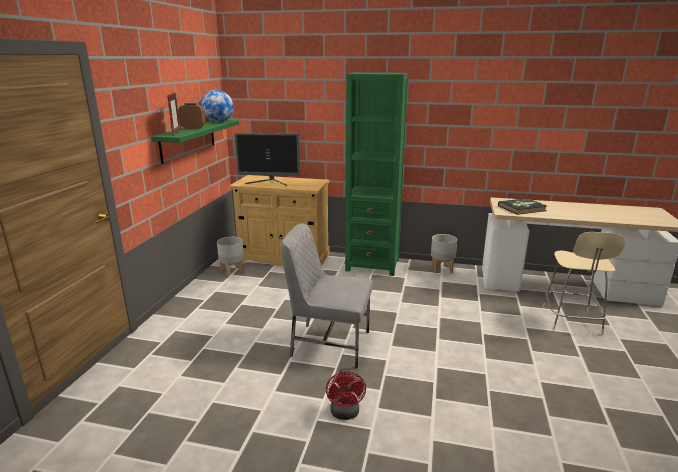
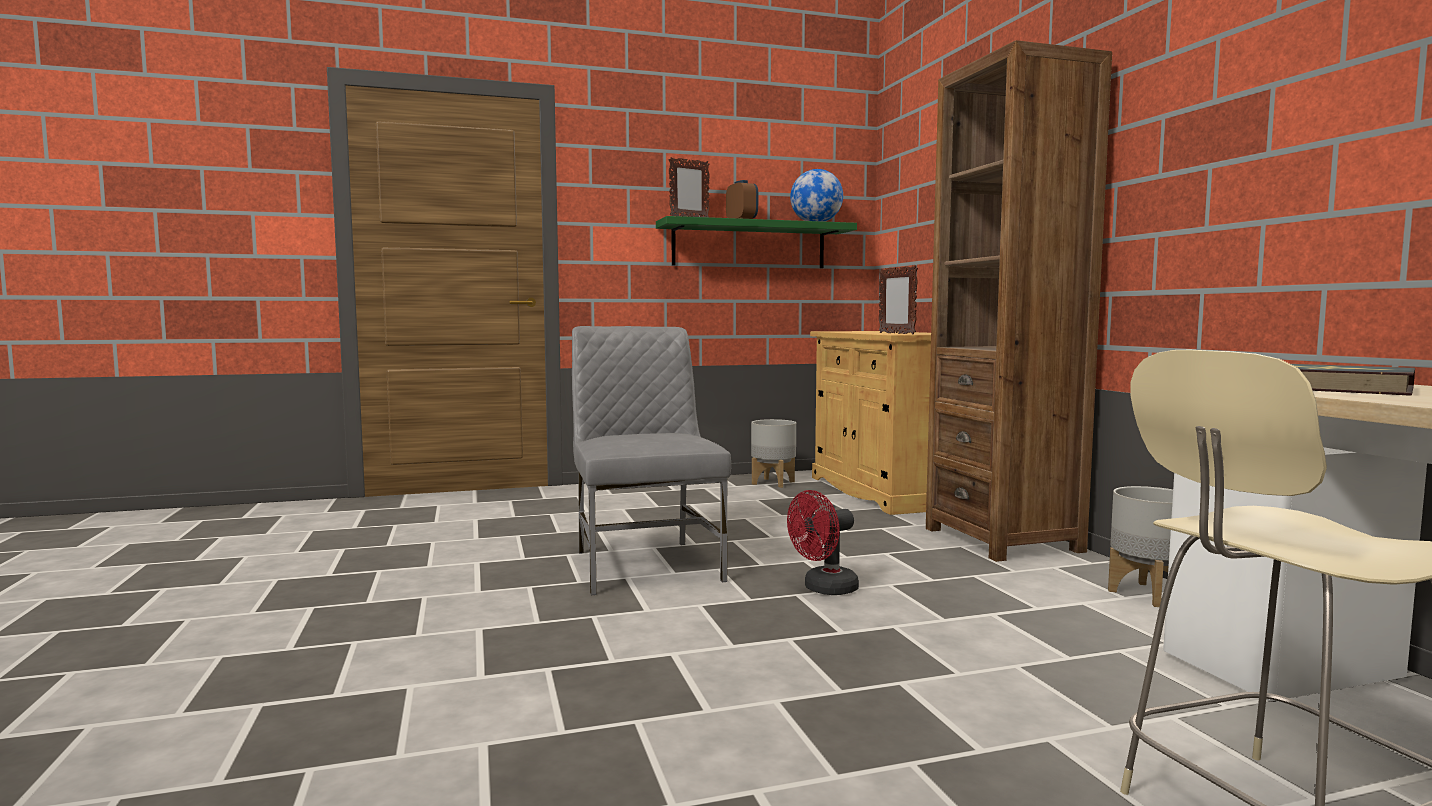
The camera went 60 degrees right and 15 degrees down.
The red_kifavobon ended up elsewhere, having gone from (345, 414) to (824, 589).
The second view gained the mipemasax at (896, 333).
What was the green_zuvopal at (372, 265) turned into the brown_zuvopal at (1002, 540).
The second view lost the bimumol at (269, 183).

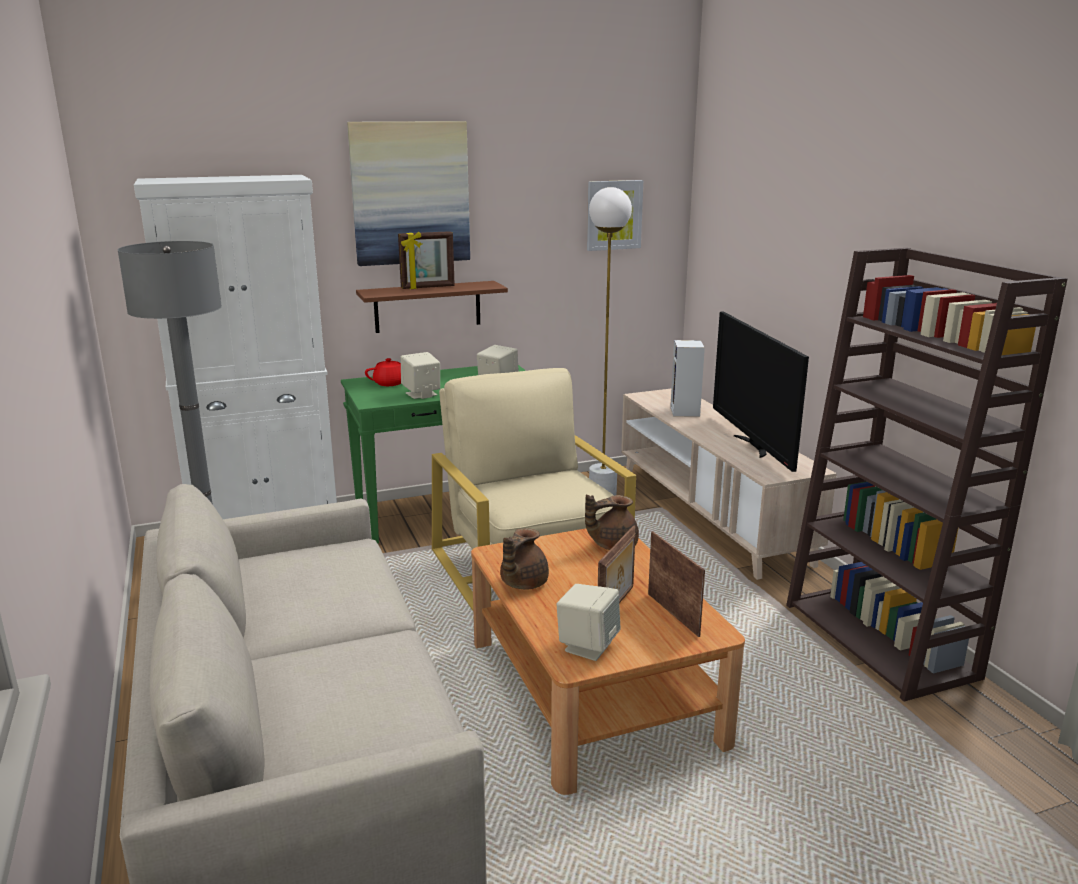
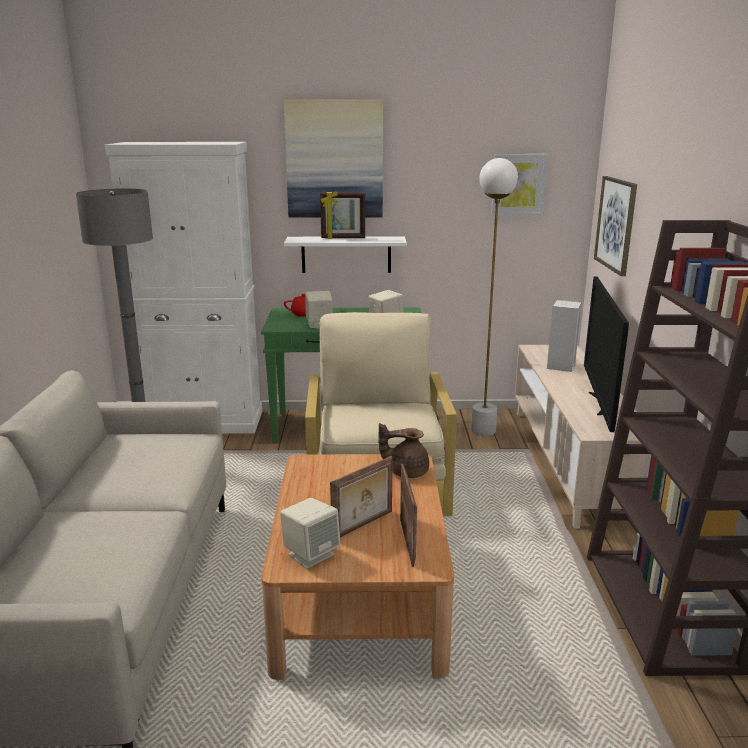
The camera went 20 degrees right and 0 degrees up.
What was the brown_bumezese at (427, 306) turned into the white_bumezese at (346, 254).
The second view gained the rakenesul at (616, 224).
The second view lost the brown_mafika at (522, 583).

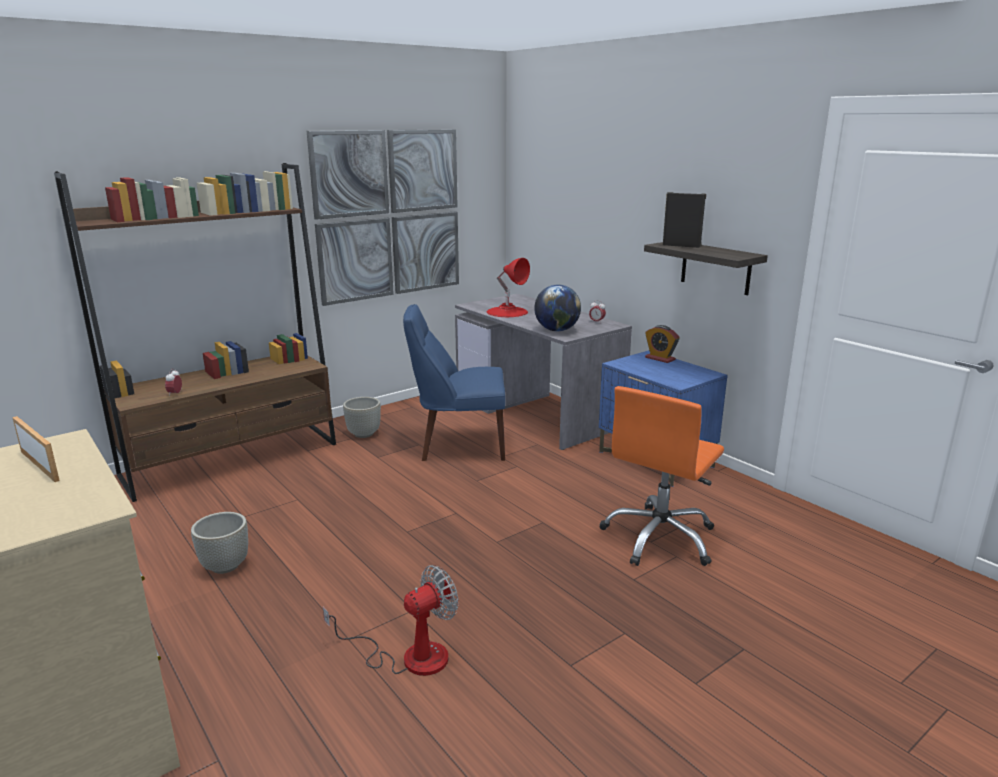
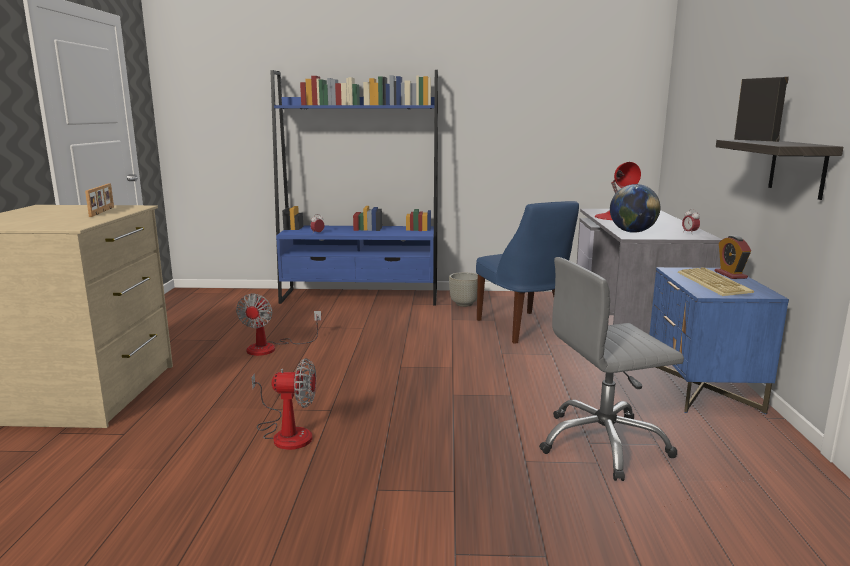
The camera went 40 degrees right and 5 degrees down.
Where the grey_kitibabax stood at (225, 566), the kifavobon came to stand at (271, 348).
What was the brown_zuvopal at (232, 459) turned into the blue_zuvopal at (361, 297).
The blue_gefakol at (458, 446) ended up facing another way, 150 degrees counterclockwise from before.
What was the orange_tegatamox at (660, 538) turned into the grey_tegatamox at (603, 444).
The second view gained the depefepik at (715, 283).
The second view lost the rakenesul at (389, 215).

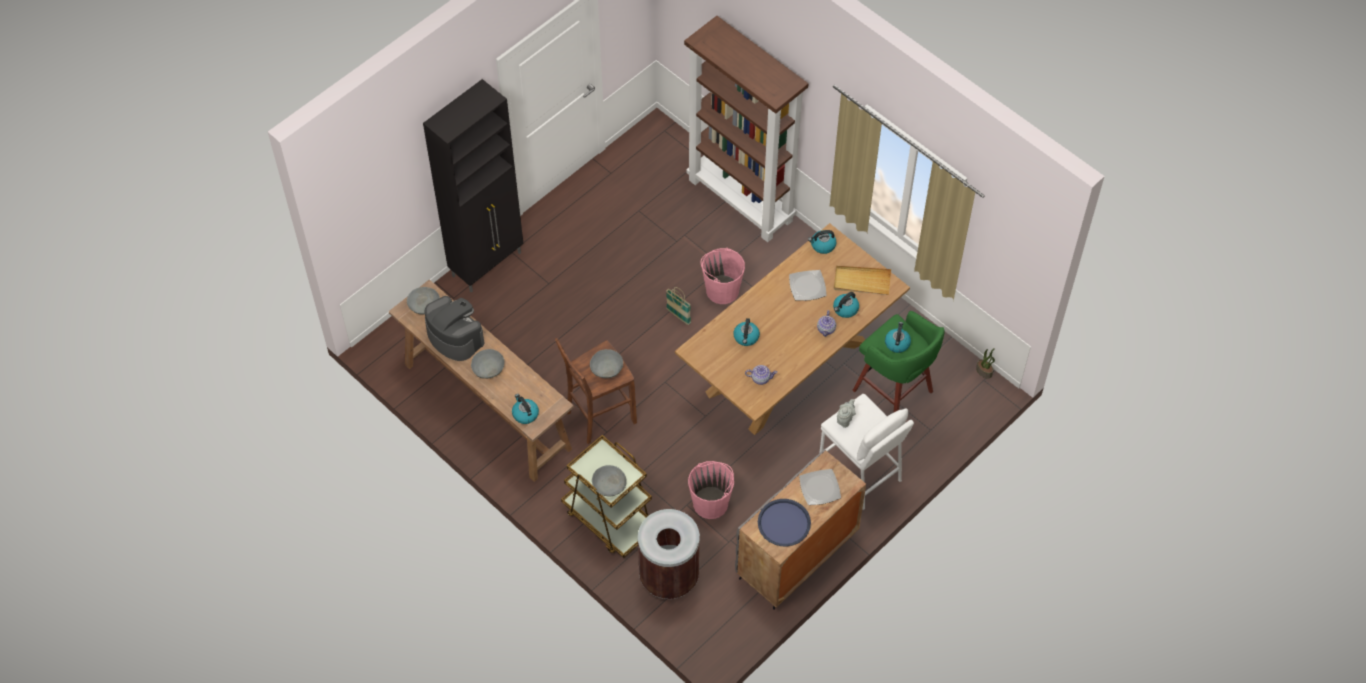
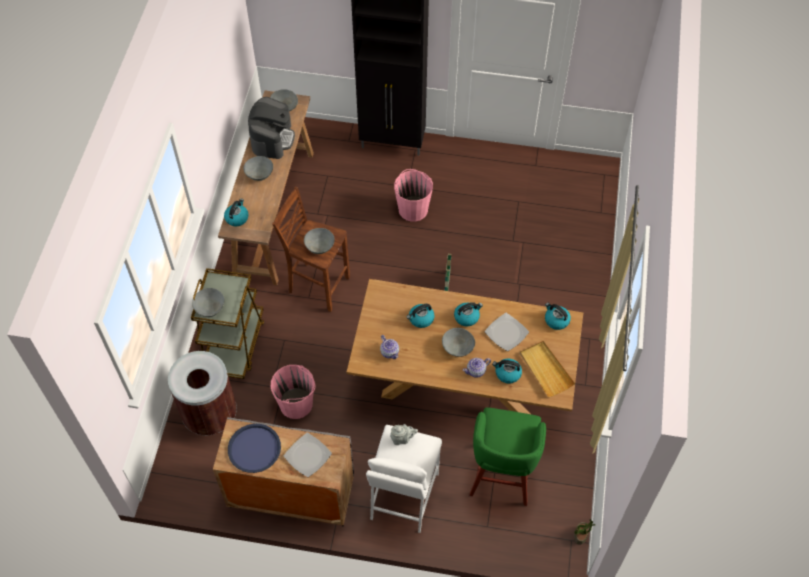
The camera went 55 degrees right and 0 degrees up.
The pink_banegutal ended up elsewhere, having gone from (722, 290) to (413, 209).
The second view gained the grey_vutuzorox at (457, 347).
The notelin ended up elsewhere, having gone from (897, 343) to (467, 317).
The second view lost the brown_zuvopal at (741, 200).

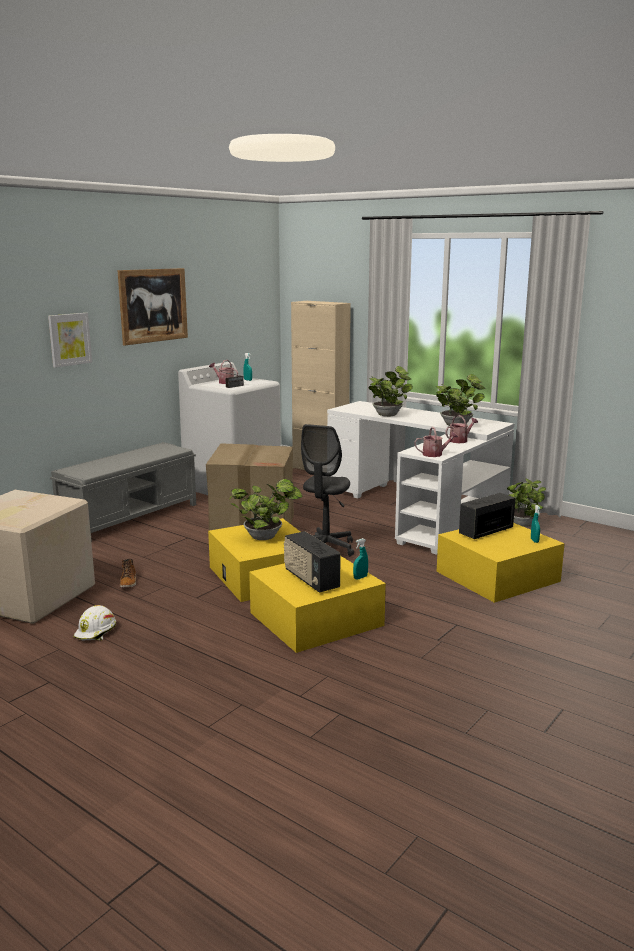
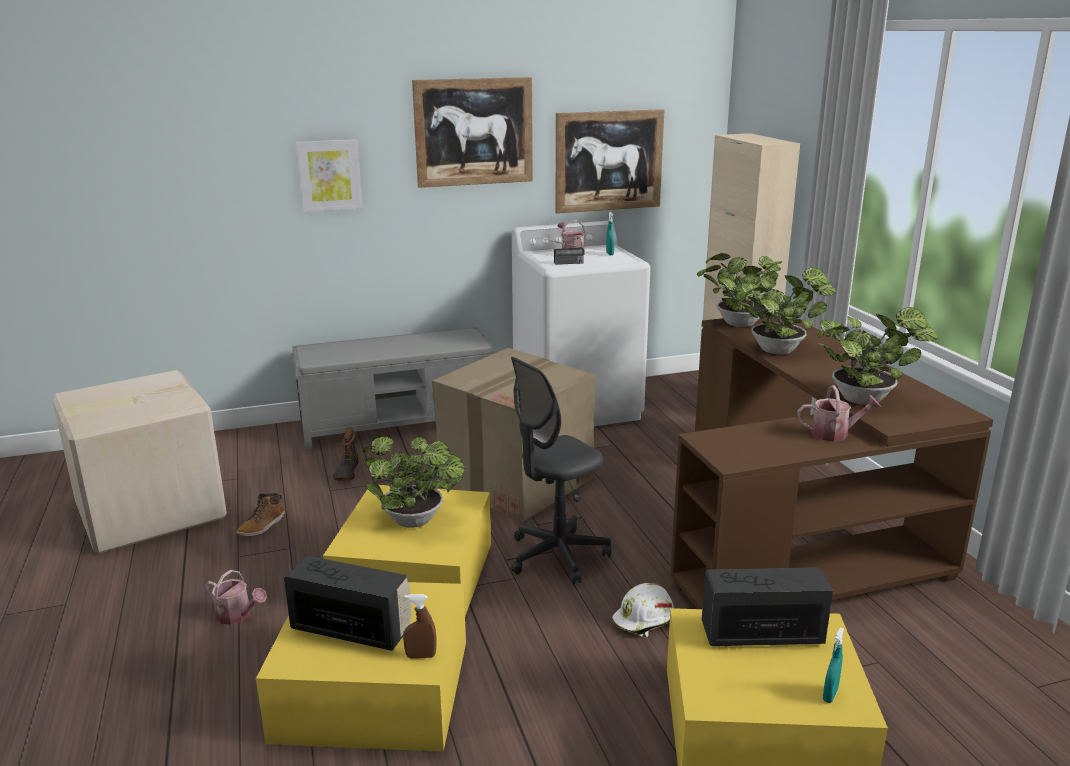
The camera went 35 degrees right and 5 degrees up.
The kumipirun ended up elsewhere, having gone from (435, 454) to (237, 615).
The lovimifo at (310, 580) ended up facing another way, 105 degrees clockwise from before.
The second view gained the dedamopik at (346, 471).
What was the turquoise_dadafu at (360, 577) turned into the brown_dadafu at (421, 656).
The second view gained the rakenesul at (609, 161).
The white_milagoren ended up elsewhere, having gone from (96, 632) to (644, 620).
What was the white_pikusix at (420, 510) turned into the brown_pikusix at (798, 526).
The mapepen ended up elsewhere, having gone from (521, 525) to (736, 324).

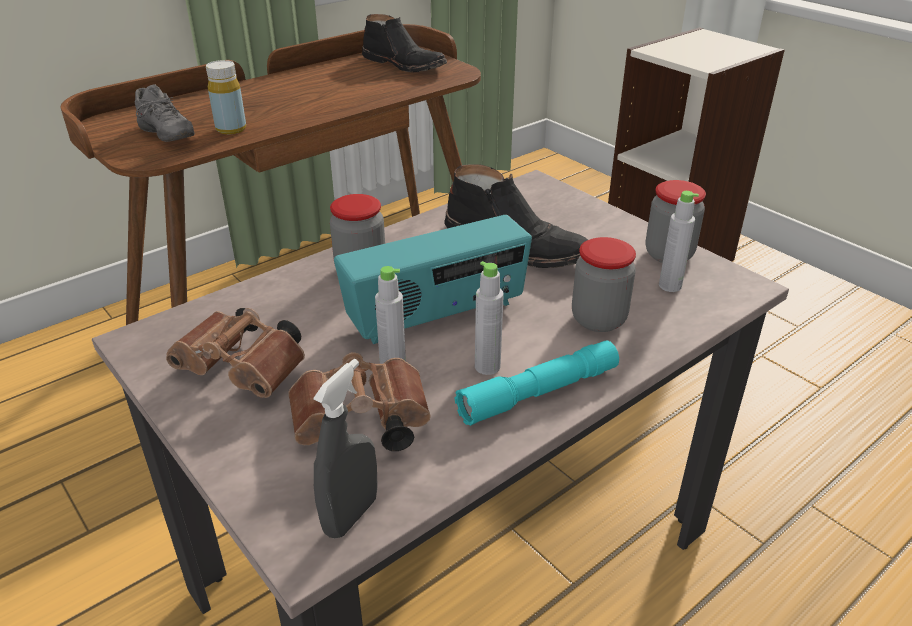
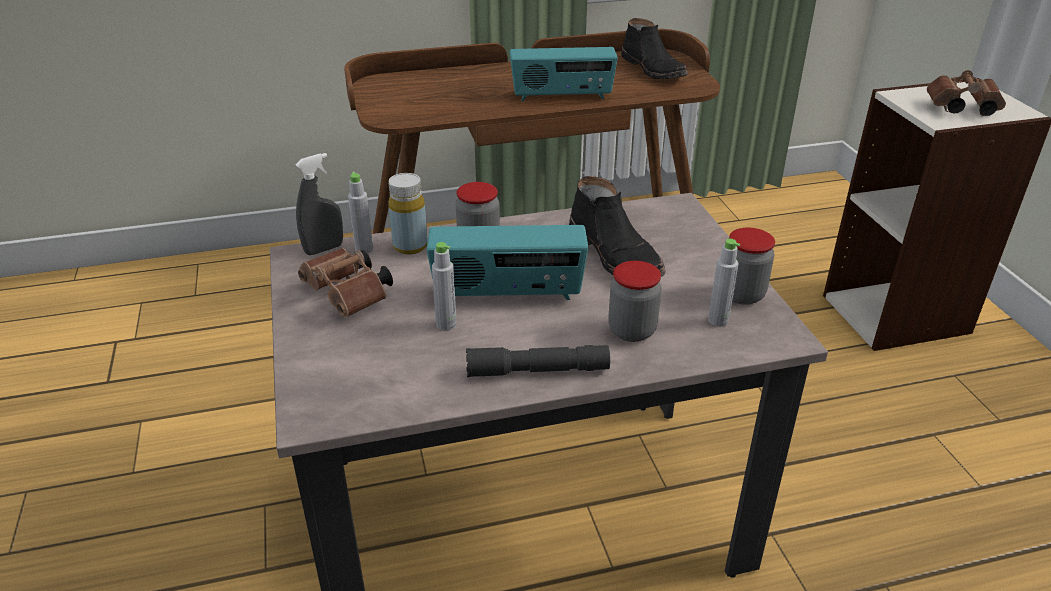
The camera went 25 degrees right and 0 degrees up.
The grey_dadafu ended up elsewhere, having gone from (350, 515) to (324, 249).
The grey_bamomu ended up elsewhere, having gone from (487, 367) to (364, 249).
The yellow_bamomu ended up elsewhere, having gone from (231, 129) to (410, 246).
What was the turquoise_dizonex at (539, 393) turned into the grey_dizonex at (537, 371).
The second view gained the lovimifo at (562, 97).
The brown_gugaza ended up elsewhere, having gone from (357, 428) to (960, 109).
The second view lost the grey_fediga at (164, 136).

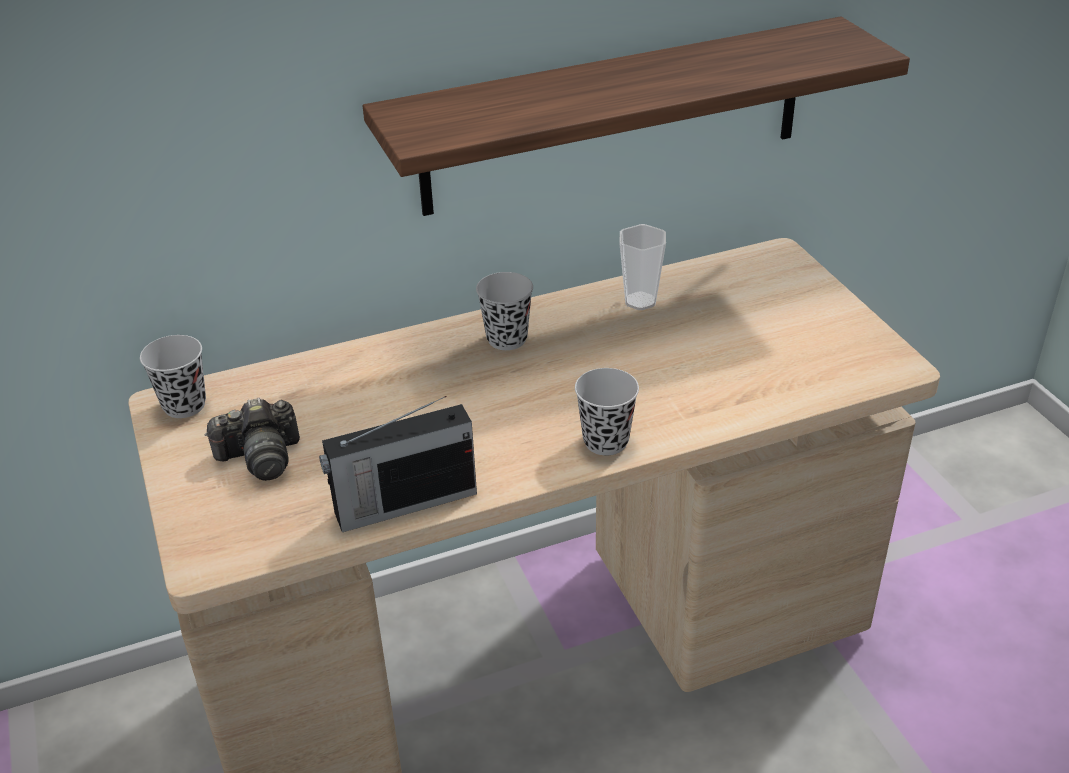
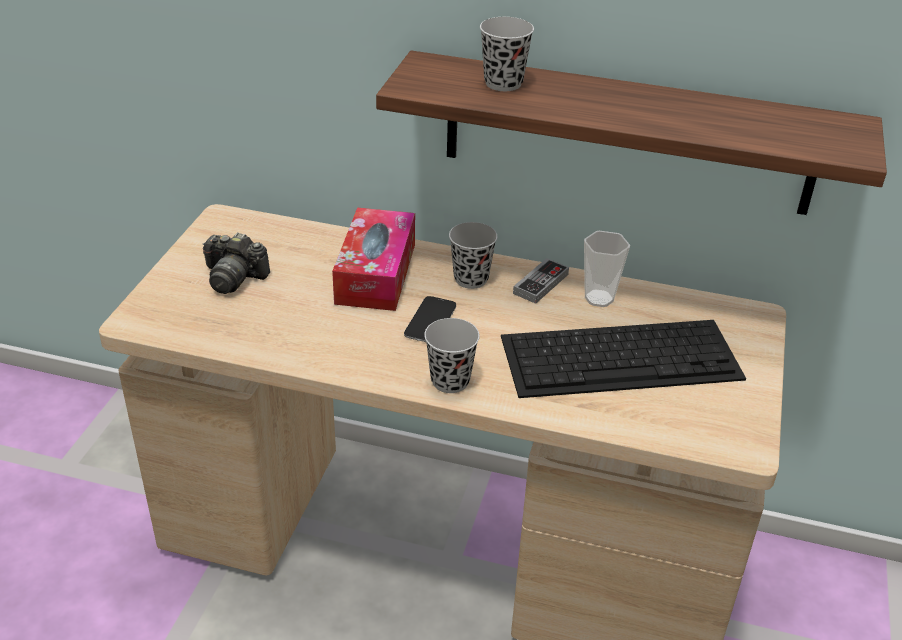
The camera went 35 degrees right and 0 degrees up.
The second view gained the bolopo at (376, 273).
The second view gained the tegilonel at (430, 321).
The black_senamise ended up elsewhere, having gone from (184, 405) to (503, 83).
The second view gained the depefepik at (622, 357).
The second view gained the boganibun at (540, 284).
The second view lost the lovimifo at (403, 504).

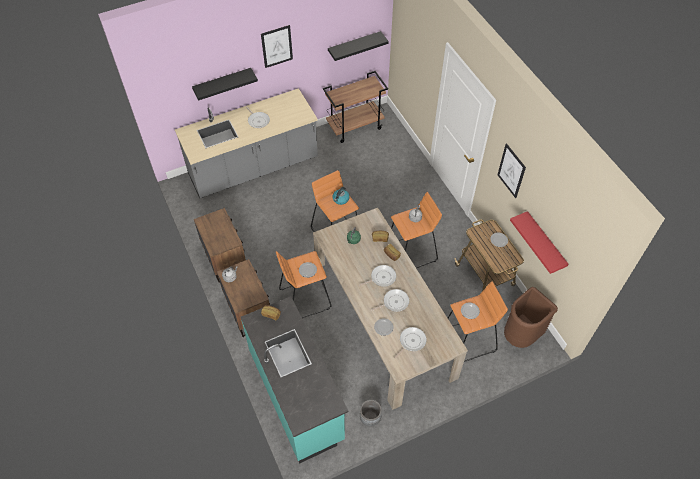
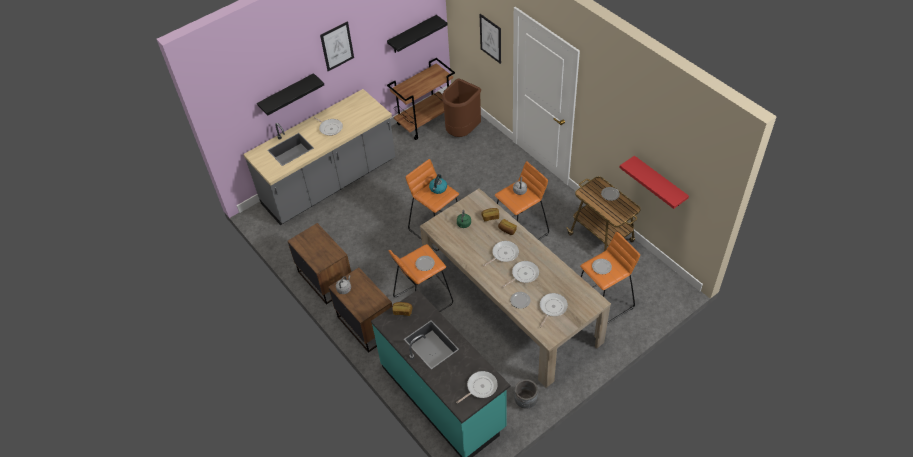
The camera went 10 degrees left and 5 degrees down.
The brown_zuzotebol ended up elsewhere, having gone from (521, 335) to (462, 131).
The second view gained the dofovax at (480, 387).
The rakenesul ended up elsewhere, having gone from (511, 171) to (490, 38).

